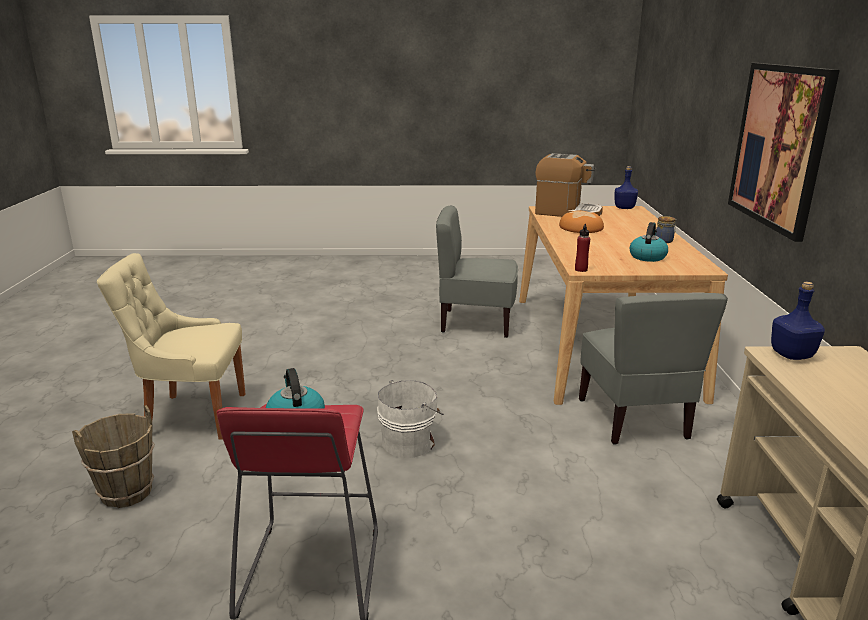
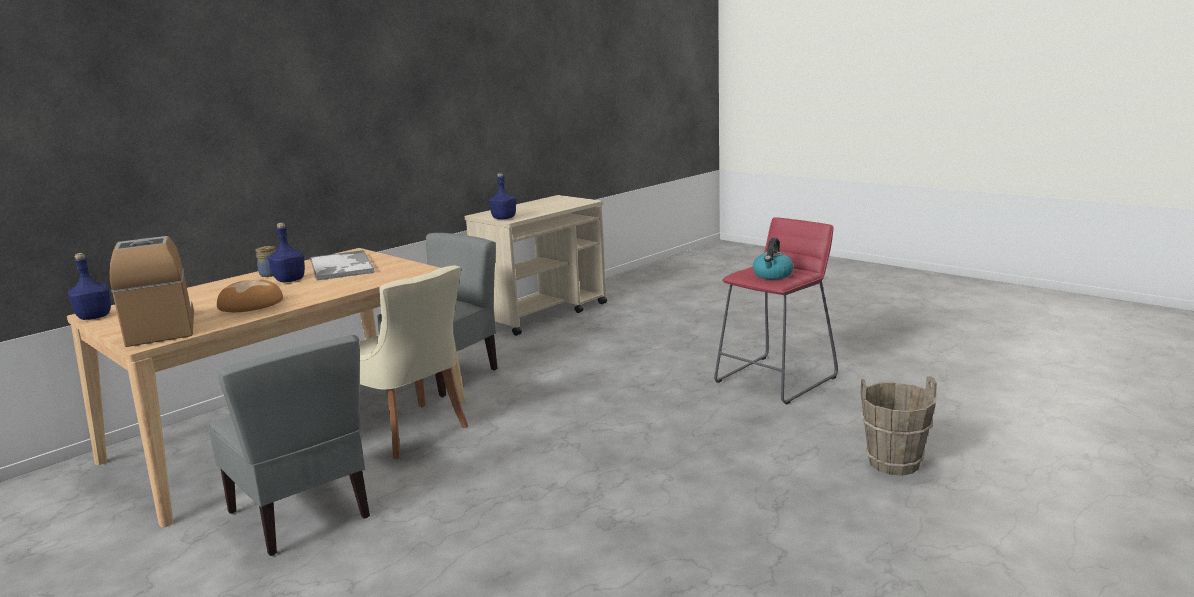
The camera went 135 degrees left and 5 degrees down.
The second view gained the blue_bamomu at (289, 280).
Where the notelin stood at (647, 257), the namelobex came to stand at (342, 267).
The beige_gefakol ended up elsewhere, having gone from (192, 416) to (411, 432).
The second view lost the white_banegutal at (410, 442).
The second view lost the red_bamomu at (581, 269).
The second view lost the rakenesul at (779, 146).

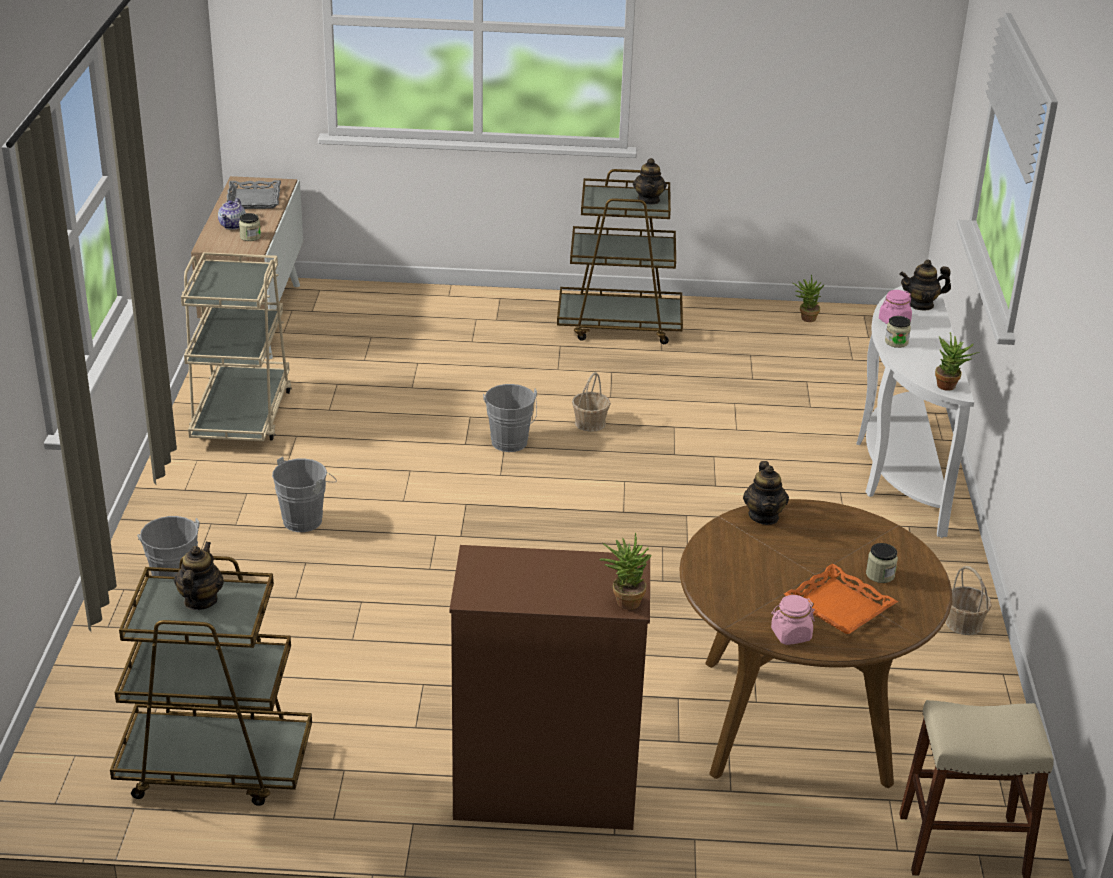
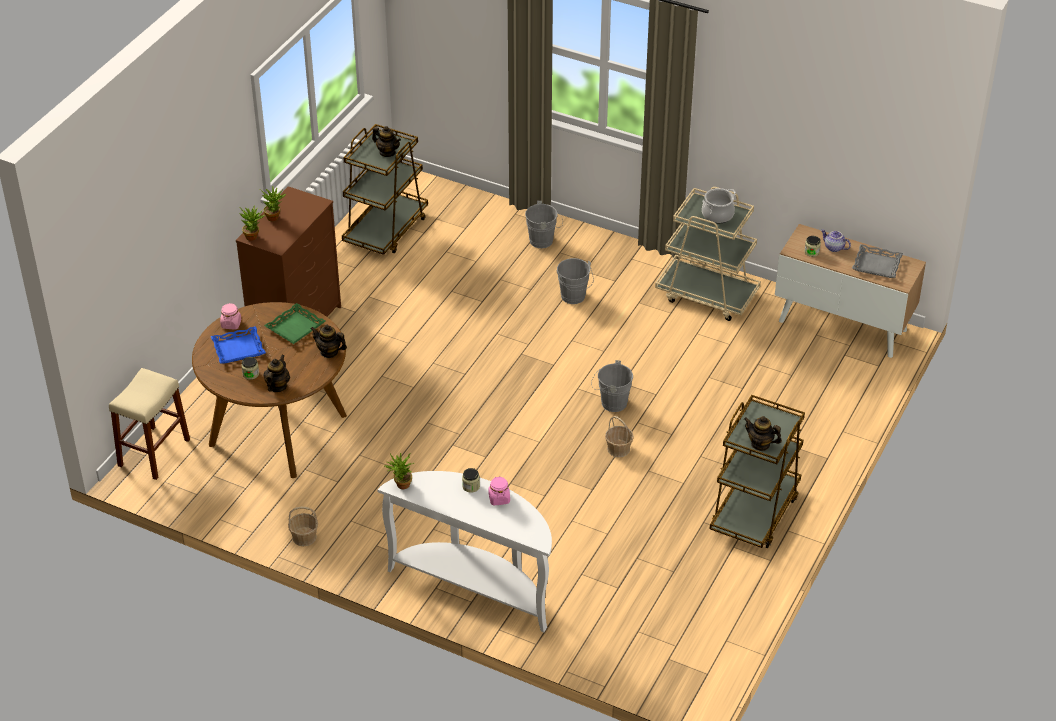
The camera went 115 degrees right and 10 degrees up.
What was the orange_namelobex at (838, 606) turned into the blue_namelobex at (238, 348).
The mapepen ended up elsewhere, having gone from (805, 318) to (275, 216).
The second view gained the green_namelobex at (295, 327).
The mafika ended up elsewhere, having gone from (921, 304) to (277, 386).
The second view gained the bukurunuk at (717, 215).

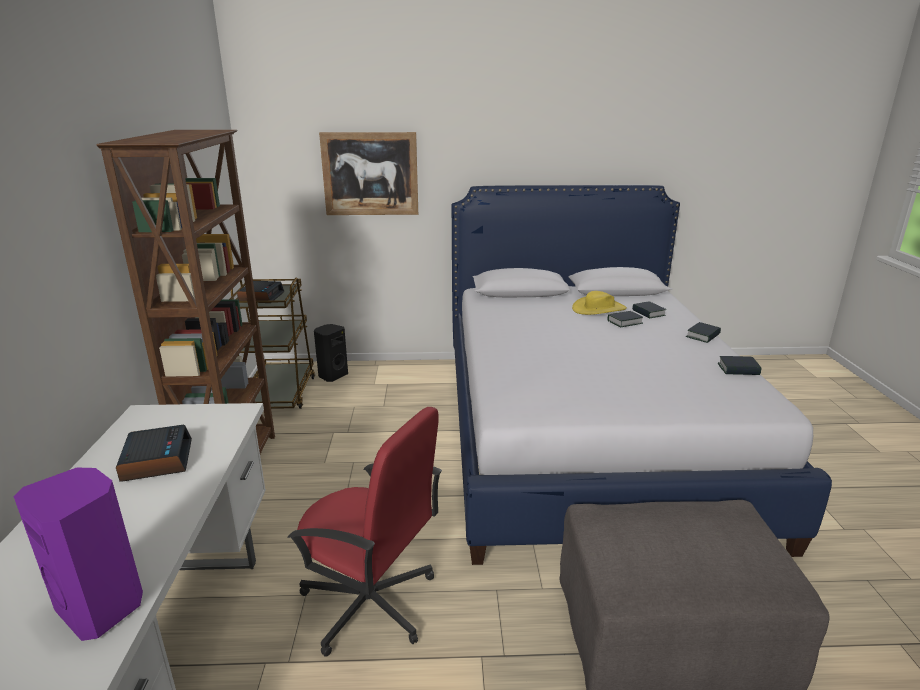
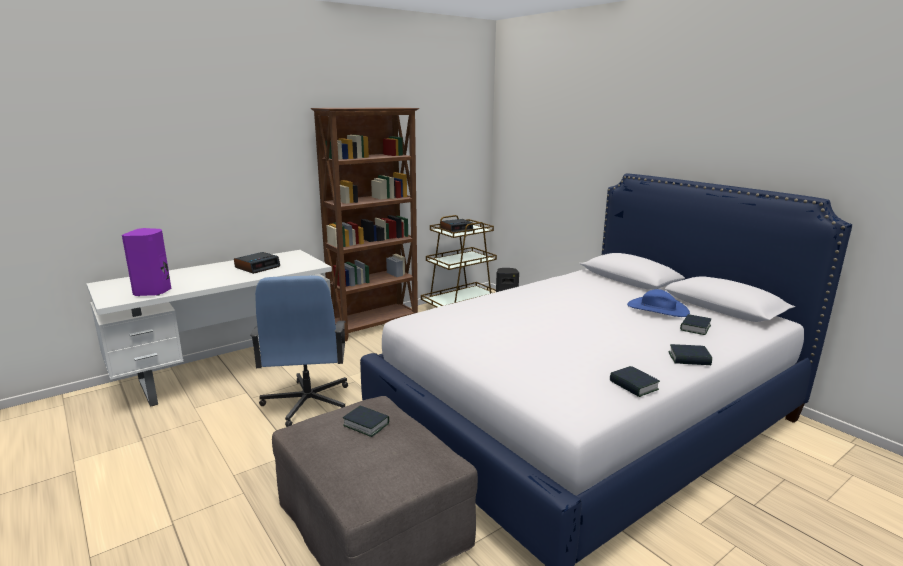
The camera went 55 degrees right and 5 degrees down.
What was the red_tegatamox at (370, 603) turned into the blue_tegatamox at (307, 403).
The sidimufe ended up elsewhere, having gone from (624, 322) to (366, 424).
What was the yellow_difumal at (599, 309) turned into the blue_difumal at (657, 309).
The second view lost the rakenesul at (370, 174).

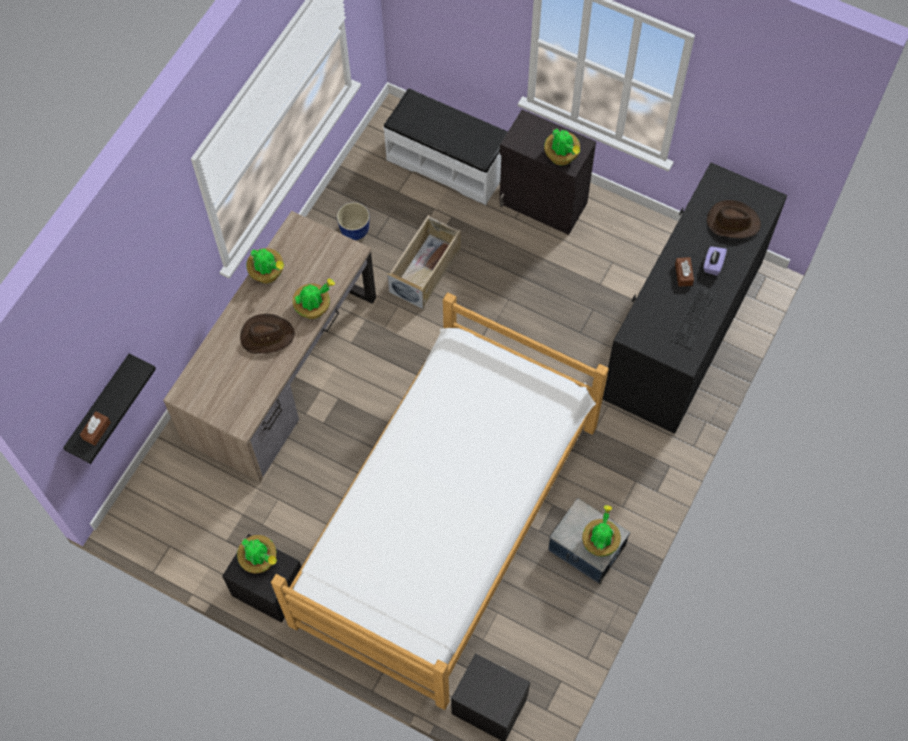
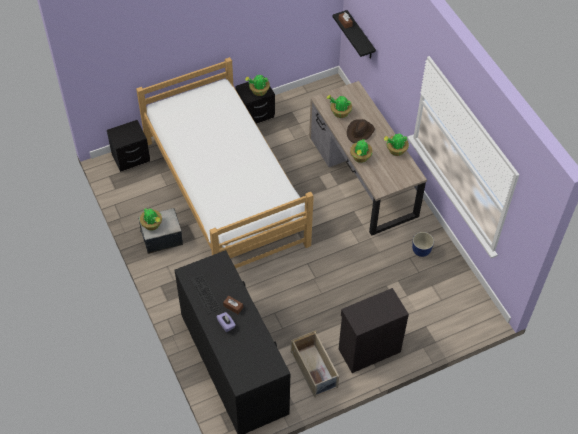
The camera went 125 degrees right and 10 degrees down.
The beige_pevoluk ended up elsewhere, having gone from (425, 270) to (314, 370).
The mapepen ended up elsewhere, having gone from (562, 156) to (339, 113).
The second view lost the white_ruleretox at (447, 163).
The second view lost the brown_difumal at (733, 222).

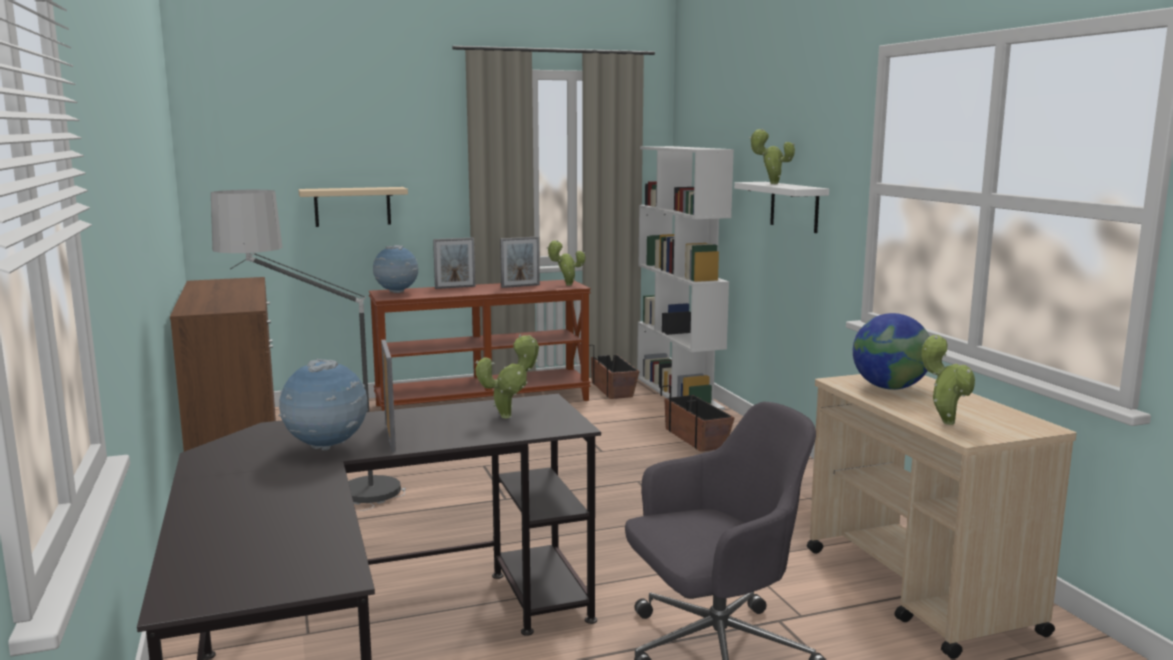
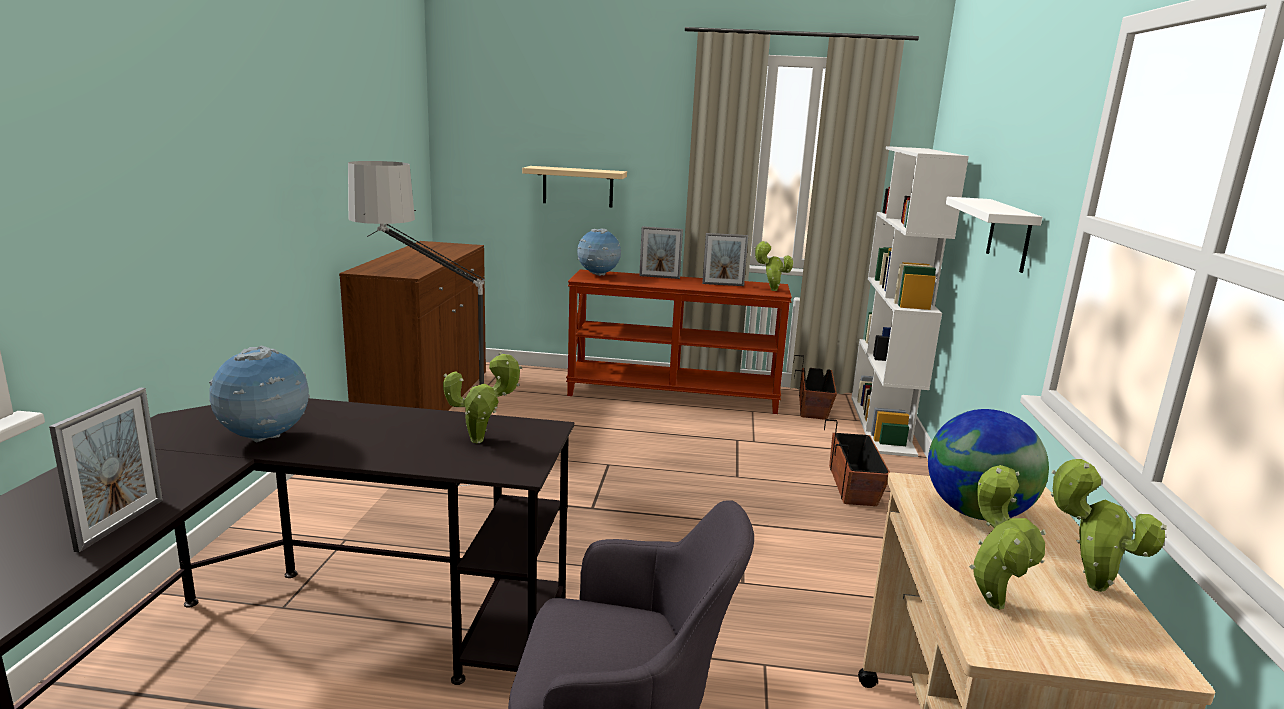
The camera went 25 degrees right and 5 degrees up.
The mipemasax ended up elsewhere, having gone from (390, 439) to (121, 524).
The mapepen ended up elsewhere, having gone from (771, 183) to (1088, 584).

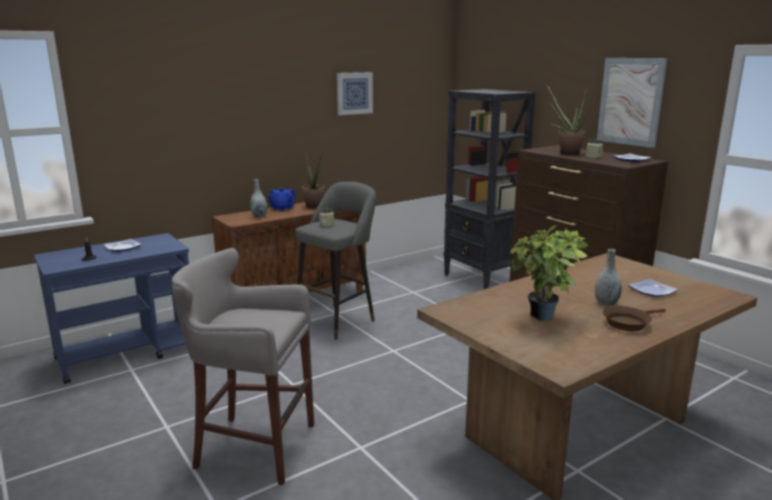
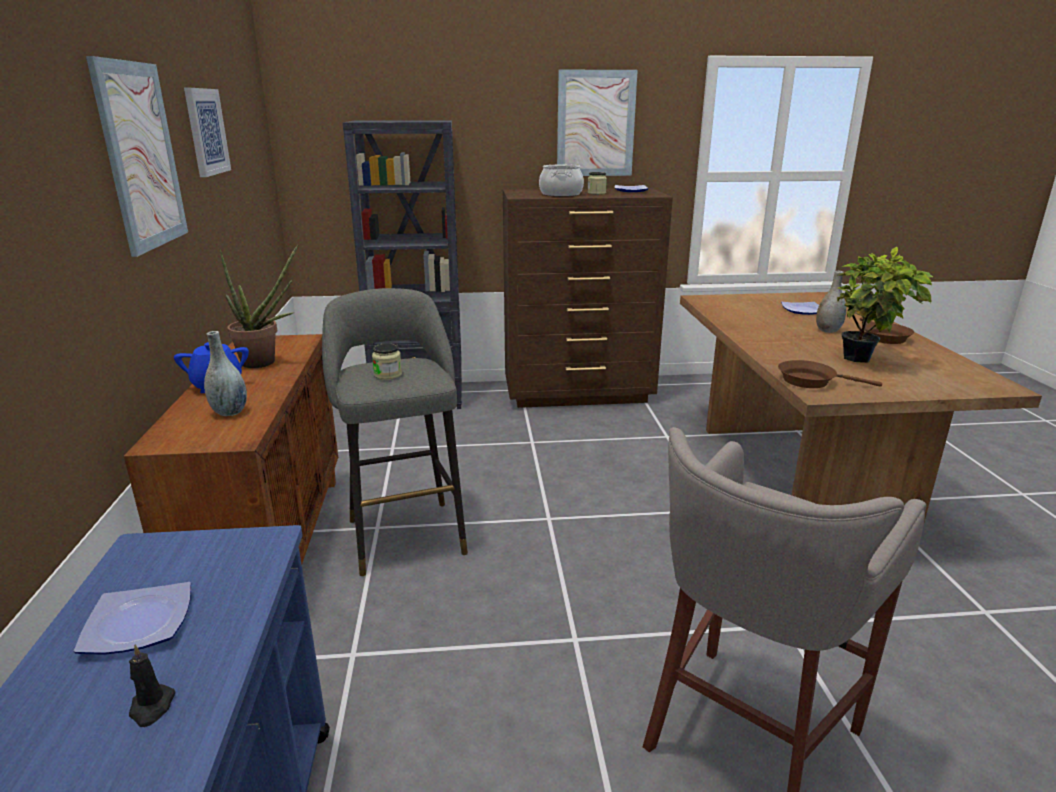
The camera went 60 degrees left and 5 degrees up.
The second view gained the rakenesul at (141, 156).
Where the mapepen stood at (565, 153), the bukurunuk came to stand at (560, 194).
The second view gained the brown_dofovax at (811, 381).

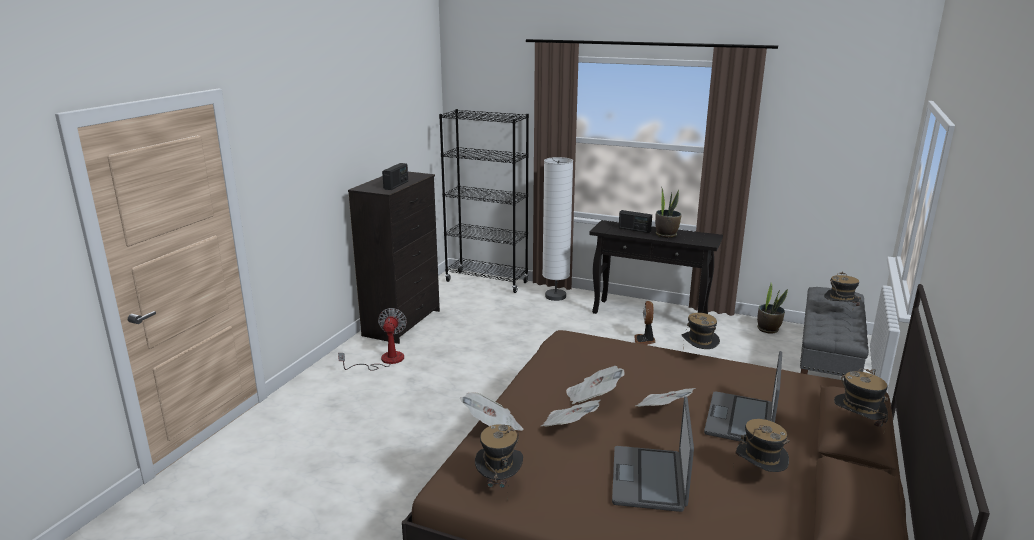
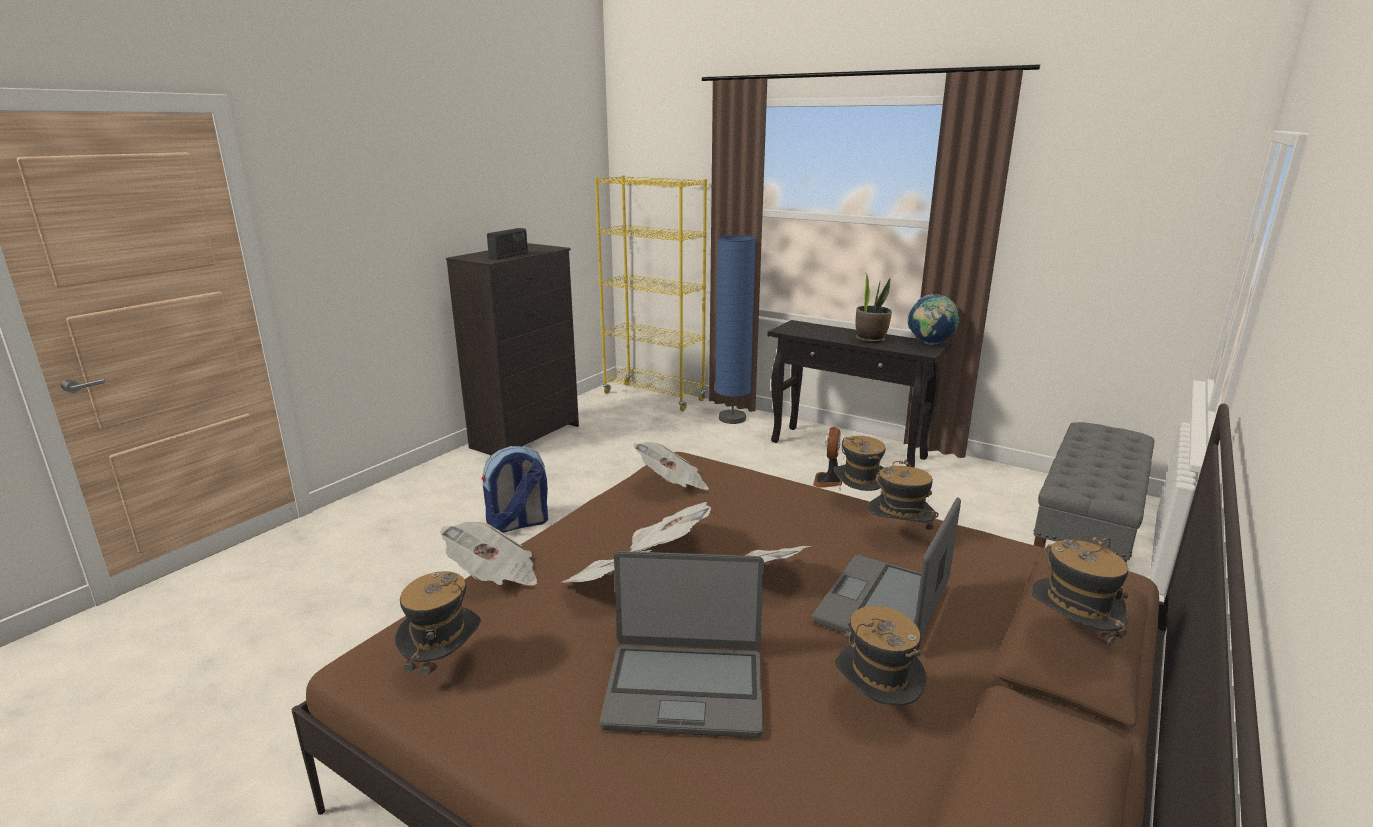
The camera went 10 degrees right and 0 degrees up.
The second view gained the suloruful at (518, 524).
What was the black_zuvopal at (487, 282) turned into the yellow_zuvopal at (654, 397).
The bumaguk at (649, 479) ended up facing another way, 105 degrees counterclockwise from before.
The second view gained the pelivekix at (672, 484).
What was the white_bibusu at (555, 296) turned into the blue_bibusu at (732, 419).
The difumal ended up elsewhere, having gone from (839, 312) to (898, 538).
The second view gained the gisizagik at (929, 344).
The second view lost the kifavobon at (384, 360).
The second view lost the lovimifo at (634, 229).
The second view lost the mapepen at (768, 329).

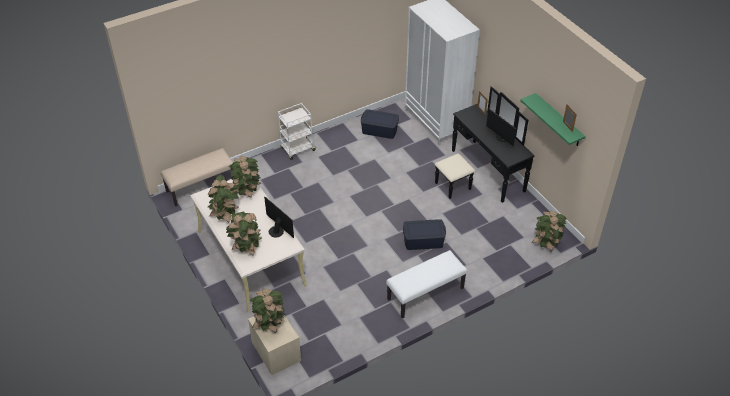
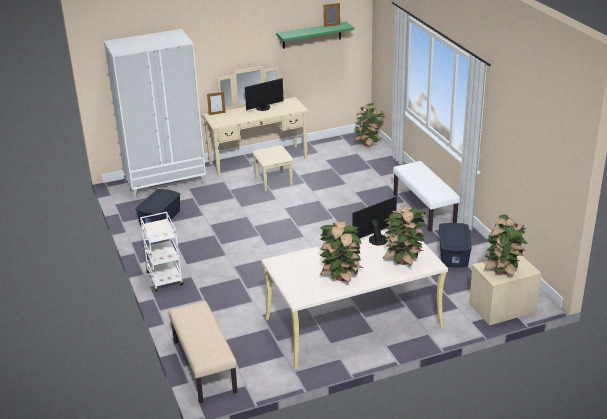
The camera went 80 degrees left and 15 degrees down.
What was the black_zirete at (480, 174) turned into the beige_zirete at (262, 165).
The blue_pevoluk ended up elsewhere, having gone from (423, 241) to (453, 254).
The second view lost the mapepen at (246, 192).

